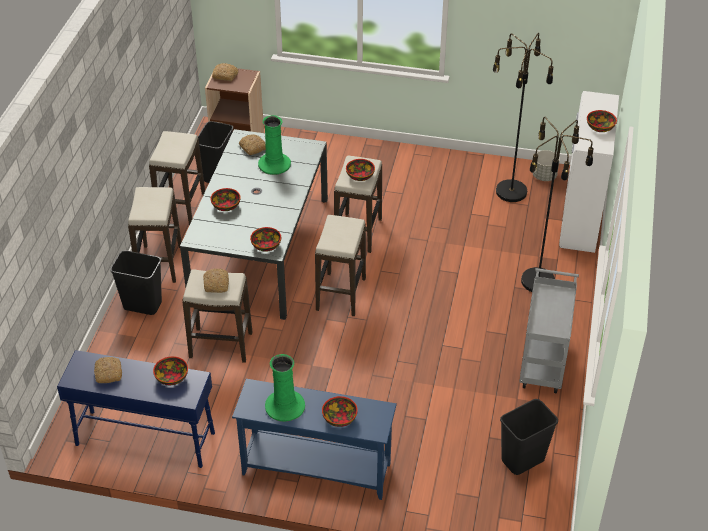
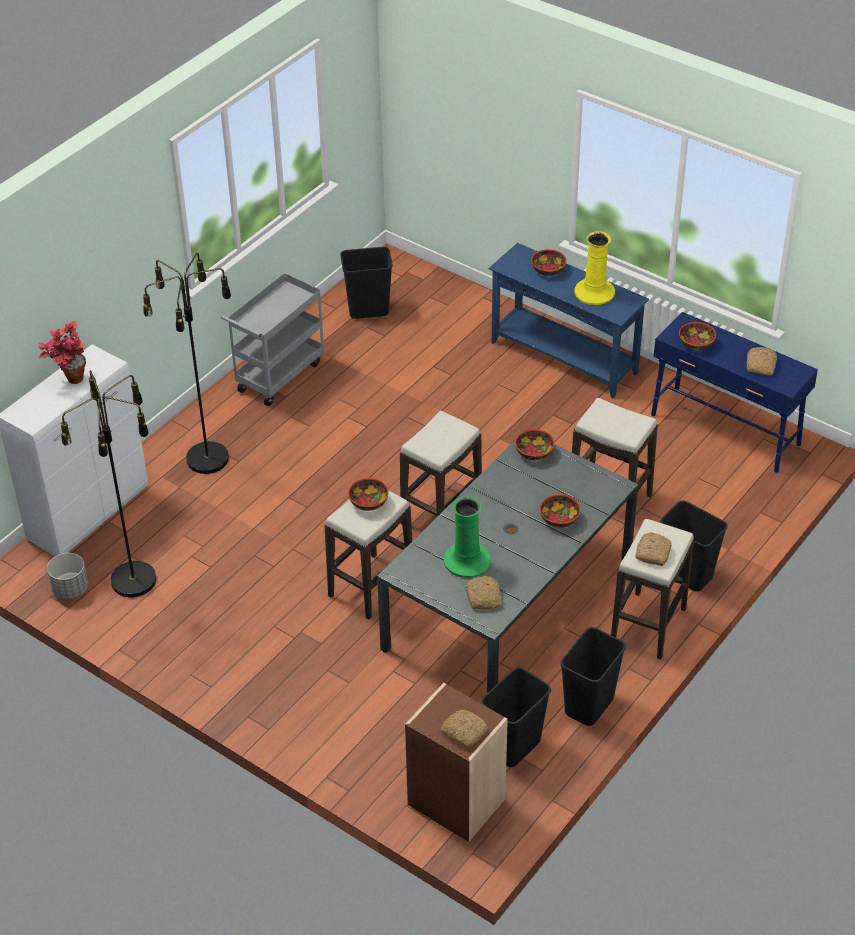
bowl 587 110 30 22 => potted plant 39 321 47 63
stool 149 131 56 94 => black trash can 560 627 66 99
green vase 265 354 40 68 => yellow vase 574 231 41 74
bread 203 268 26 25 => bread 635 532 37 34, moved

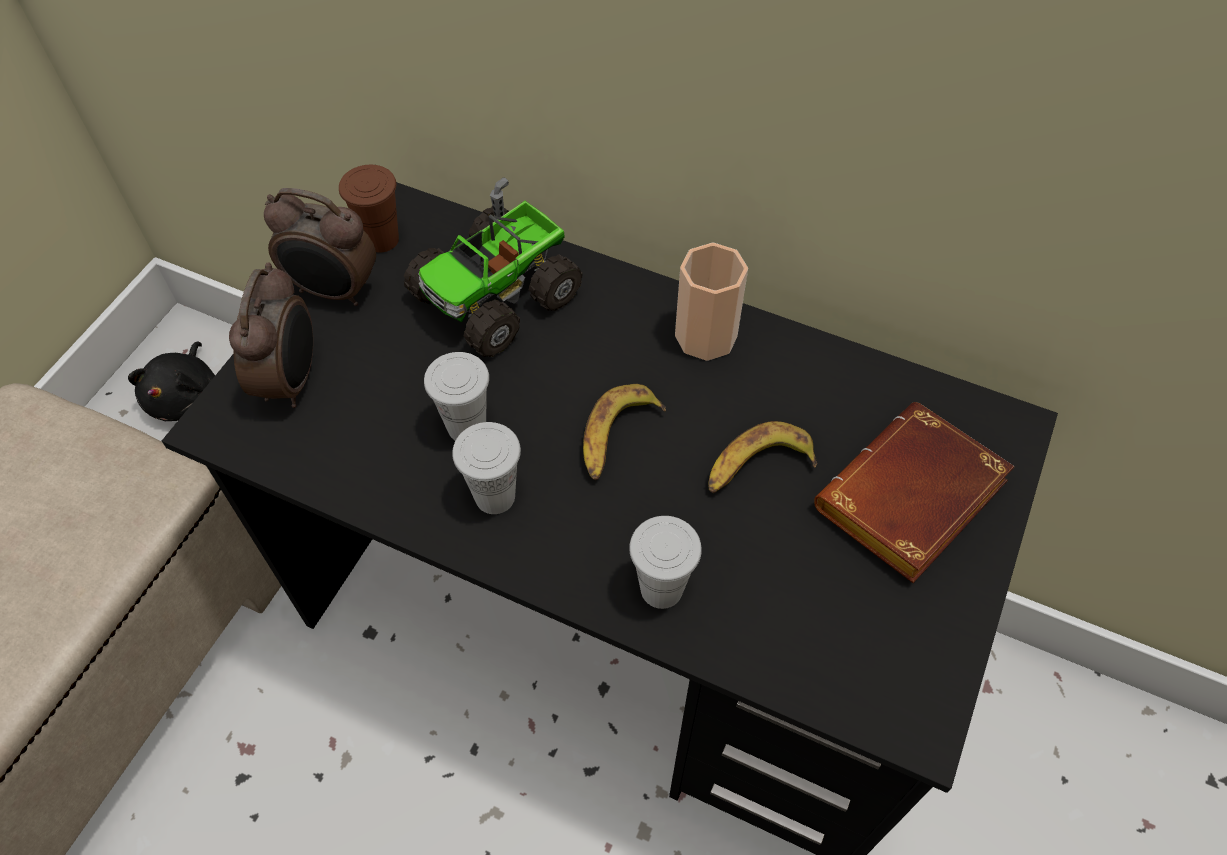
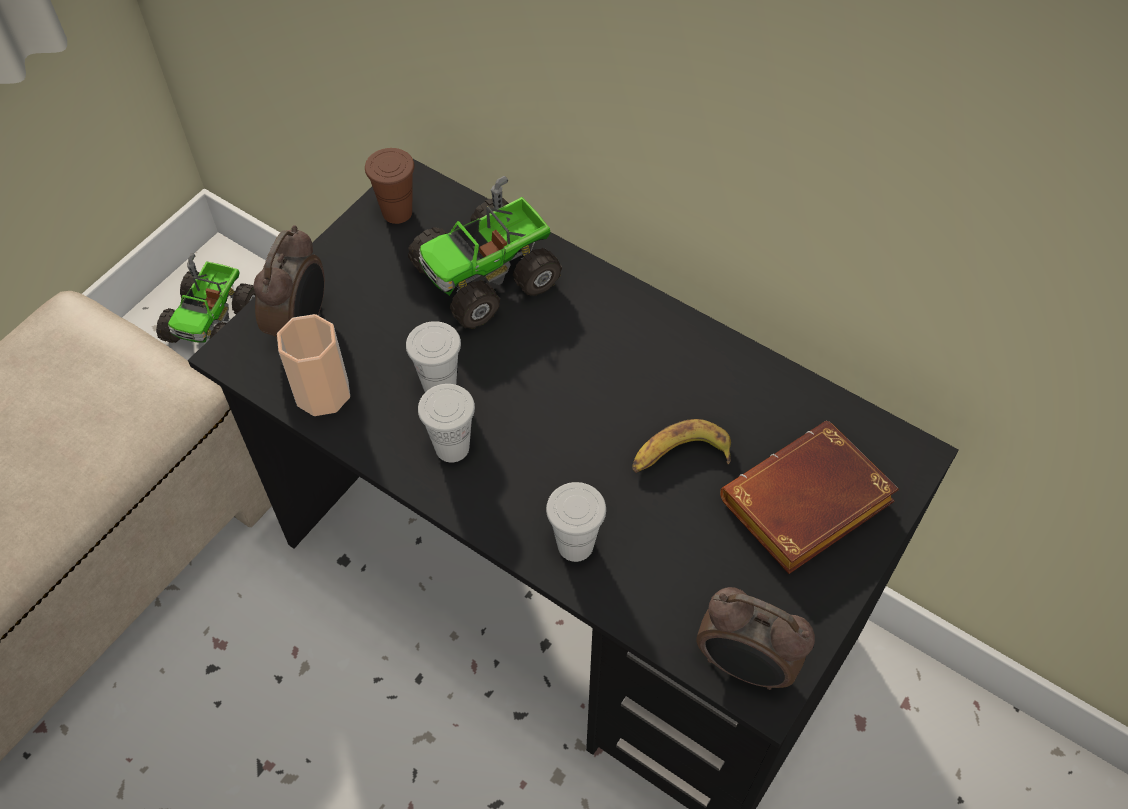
black plush toy 128 341 87 80 => toy truck 156 253 100 90
cup 675 243 73 118 => cup 277 314 73 102, moved
alarm clock 264 188 112 118 => alarm clock 696 587 119 103, moved
banana 583 384 83 96 => nothing

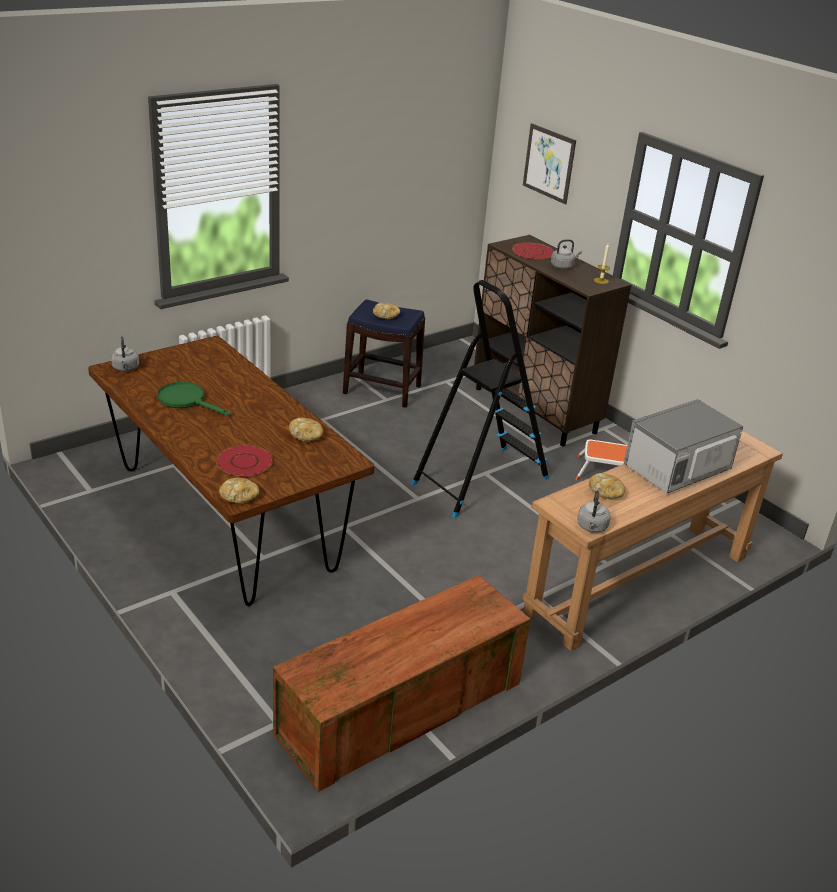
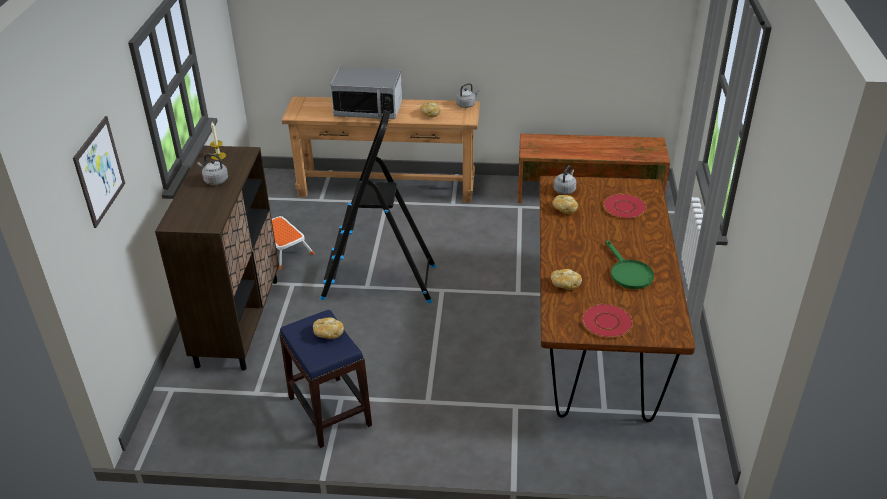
bread 219 478 40 26 => bread 551 269 31 20, moved
grey kettle 111 336 28 36 => grey kettle 553 165 24 29, moved
red plate 512 243 42 17 => red plate 582 304 51 34, moved

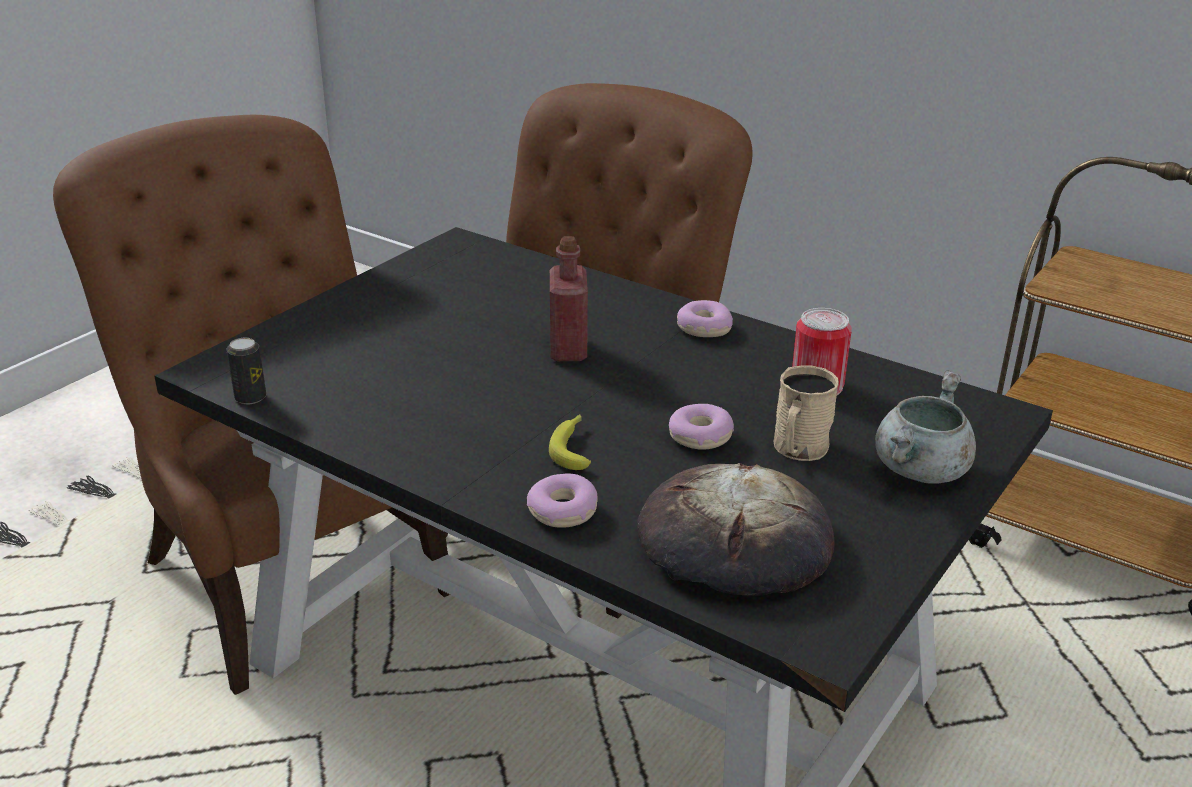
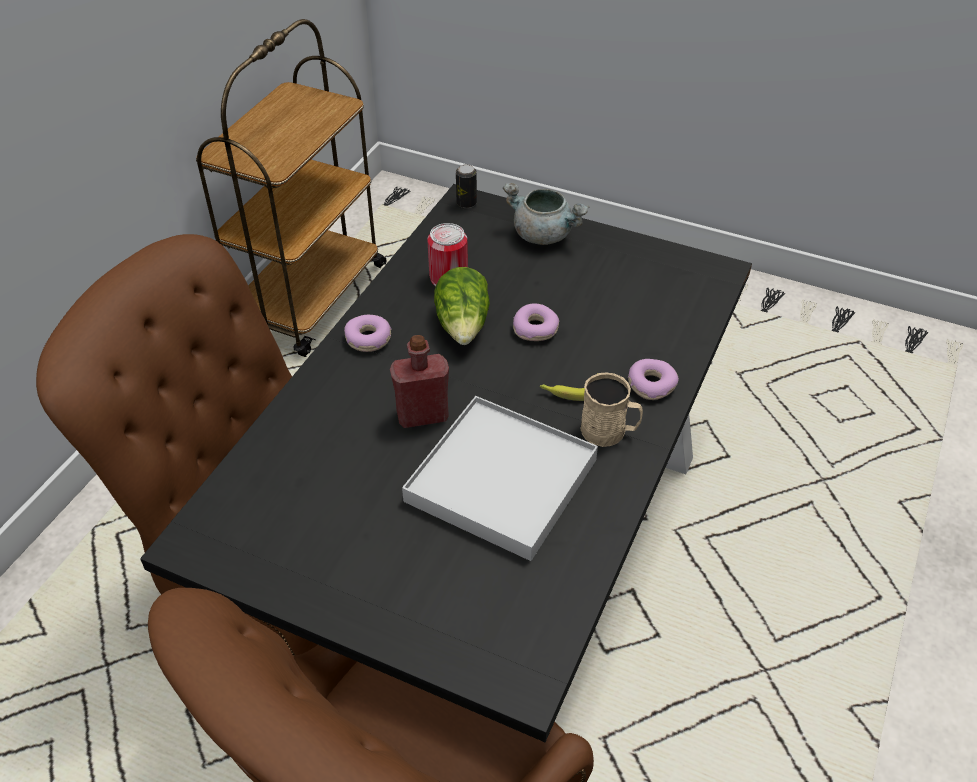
nothing => white tray 402 396 196 165
nothing => lettuce 434 267 56 78
can 226 338 40 66 => can 456 164 21 44, moved
beige mug 774 365 65 96 => beige mug 580 372 63 75, moved
bread 637 463 197 133 => nothing

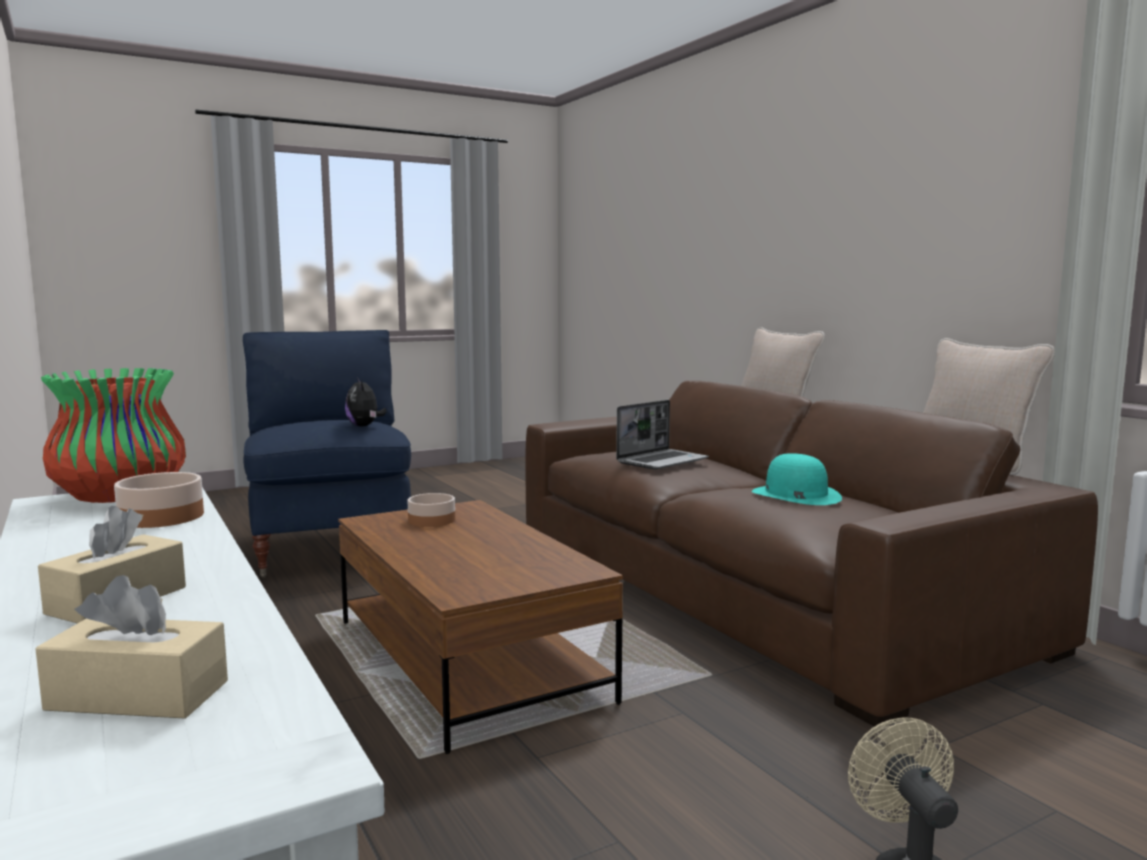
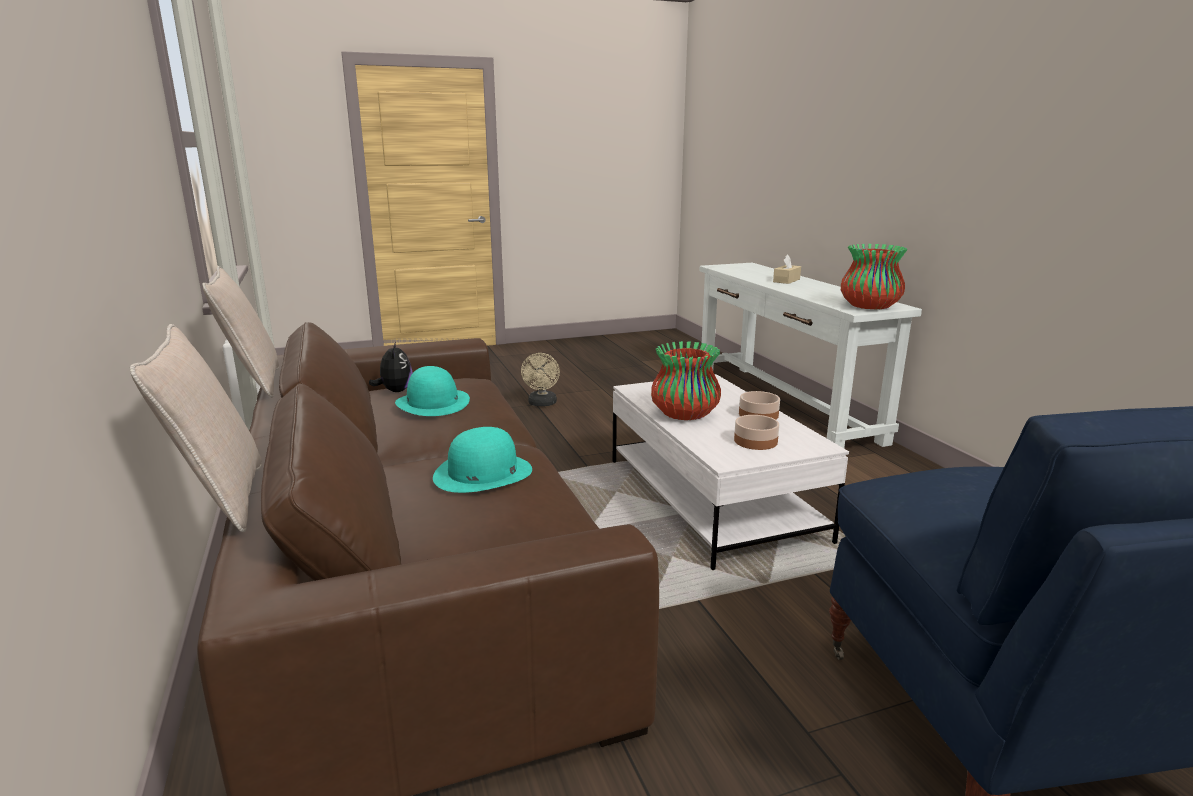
plush toy 345 377 42 50 => plush toy 369 341 44 51, moved
laptop 616 400 93 70 => turquoise hat 433 427 99 66
brown coffee table 338 500 285 254 => white coffee table 613 374 236 196
nothing => vase 651 341 70 80
bowl 114 472 90 56 => bowl 739 391 41 29, moved
beige tissue box 35 575 193 144 => nothing

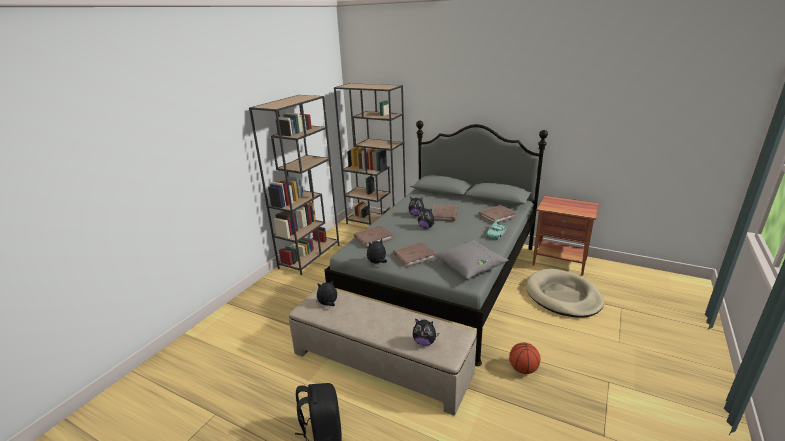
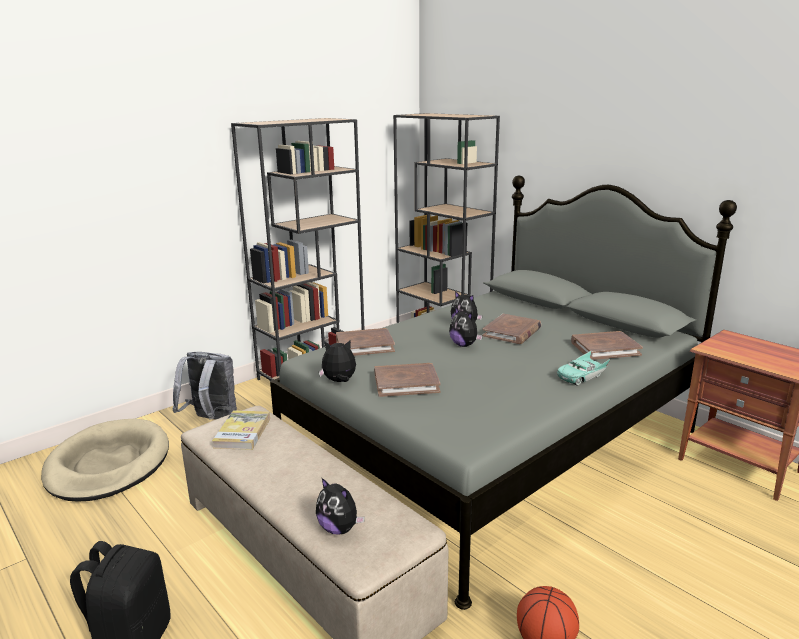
beige dog bed 526 268 78 50 => beige dog bed 41 418 128 84, moved
nothing => grey backpack 173 352 64 68
plush toy 316 281 21 25 => book 212 410 58 40
grey pillow 435 240 73 39 => nothing

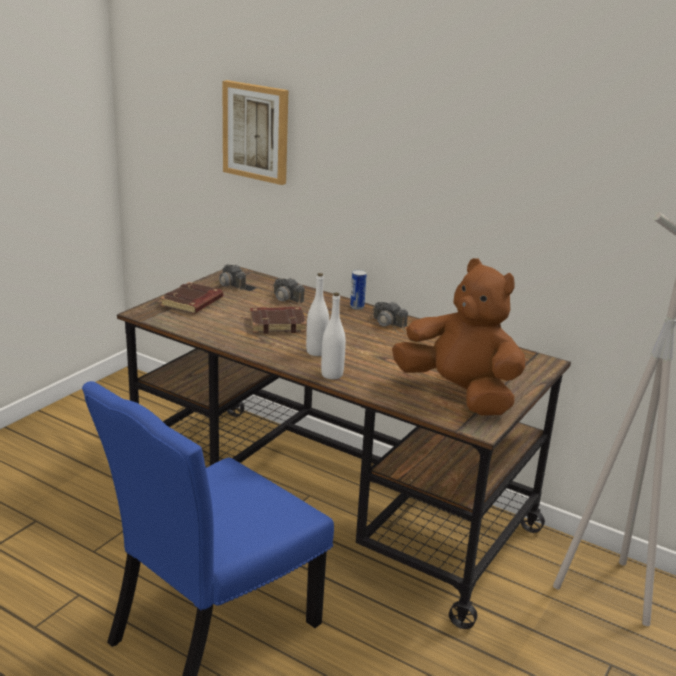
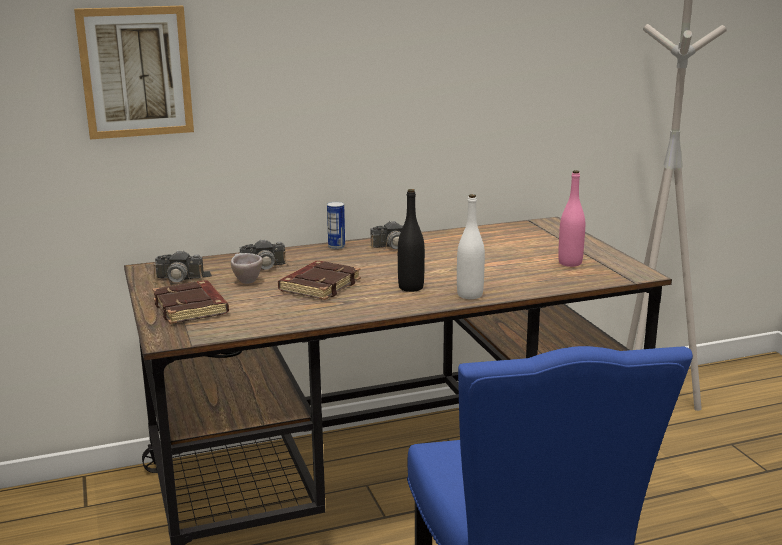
nothing => beige cup 231 253 32 31
white bottle 306 273 23 83 => black bottle 398 189 27 103
brown plush toy 392 258 133 157 => pink bottle 558 170 27 97

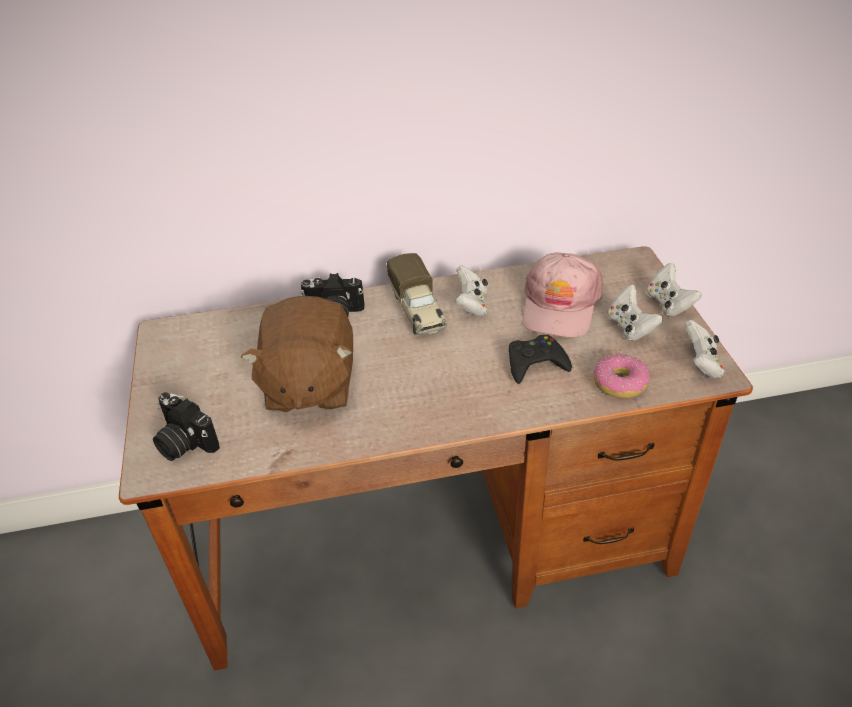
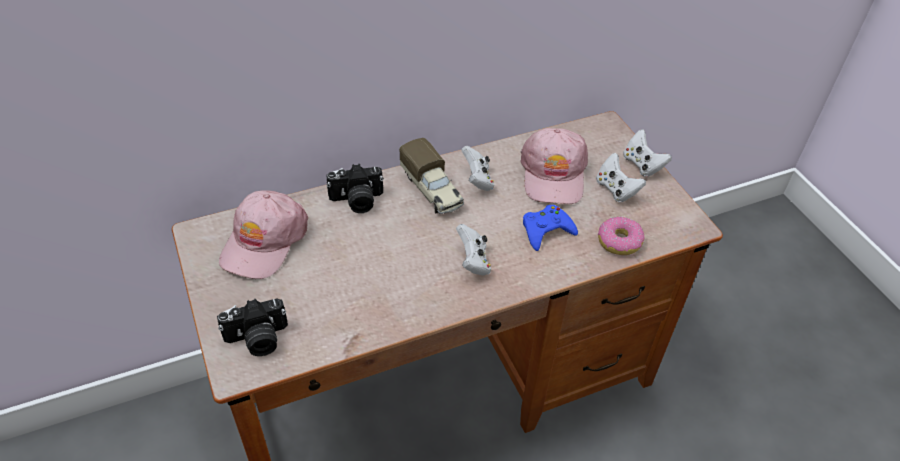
photo camera 153 392 67 69 => photo camera 217 298 71 58, 45 degrees counterclockwise
nothing => pink cap 219 190 89 89
white game controller 684 320 40 58 => white game controller 456 224 35 52, moved
black game controller 509 335 63 49 => blue game controller 523 205 55 46
brown plush toy 241 295 112 118 => nothing

